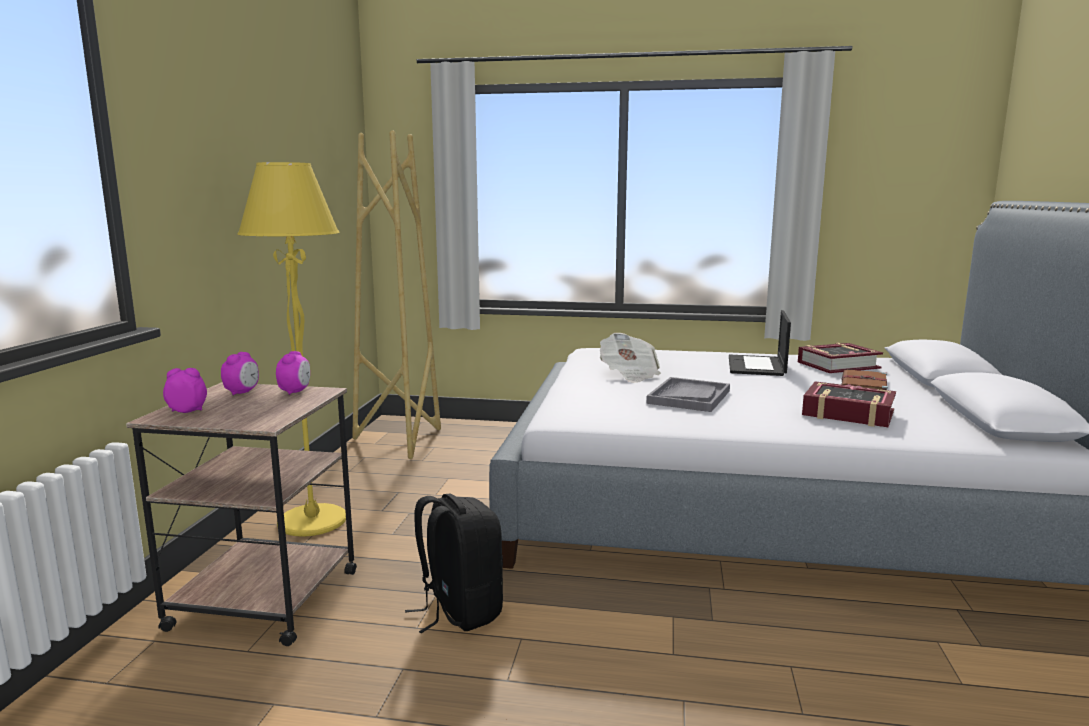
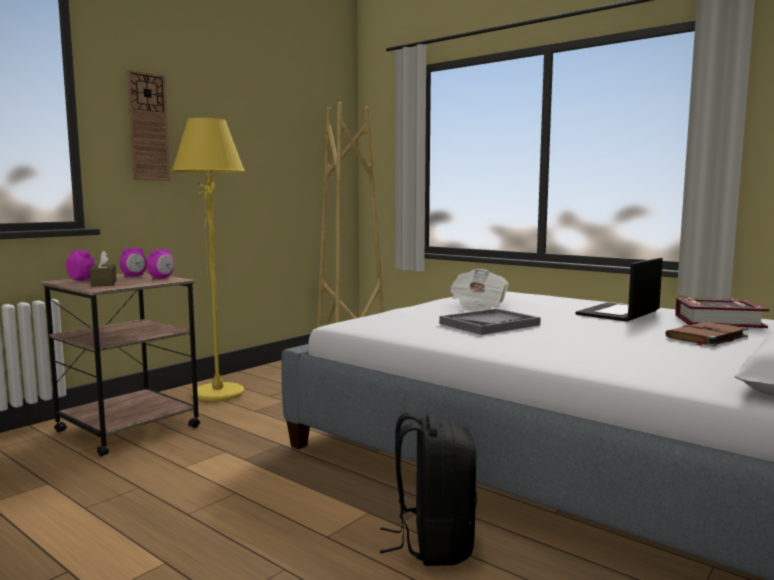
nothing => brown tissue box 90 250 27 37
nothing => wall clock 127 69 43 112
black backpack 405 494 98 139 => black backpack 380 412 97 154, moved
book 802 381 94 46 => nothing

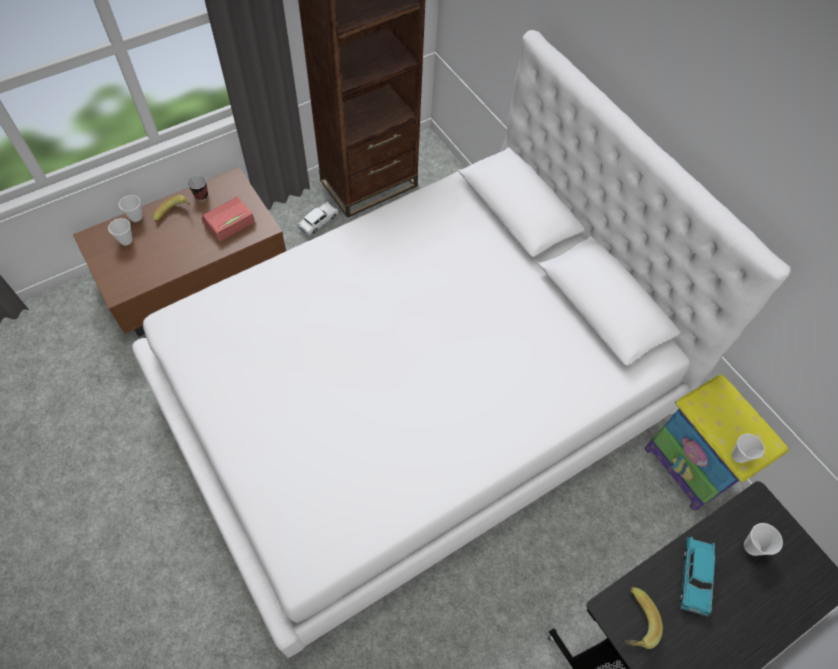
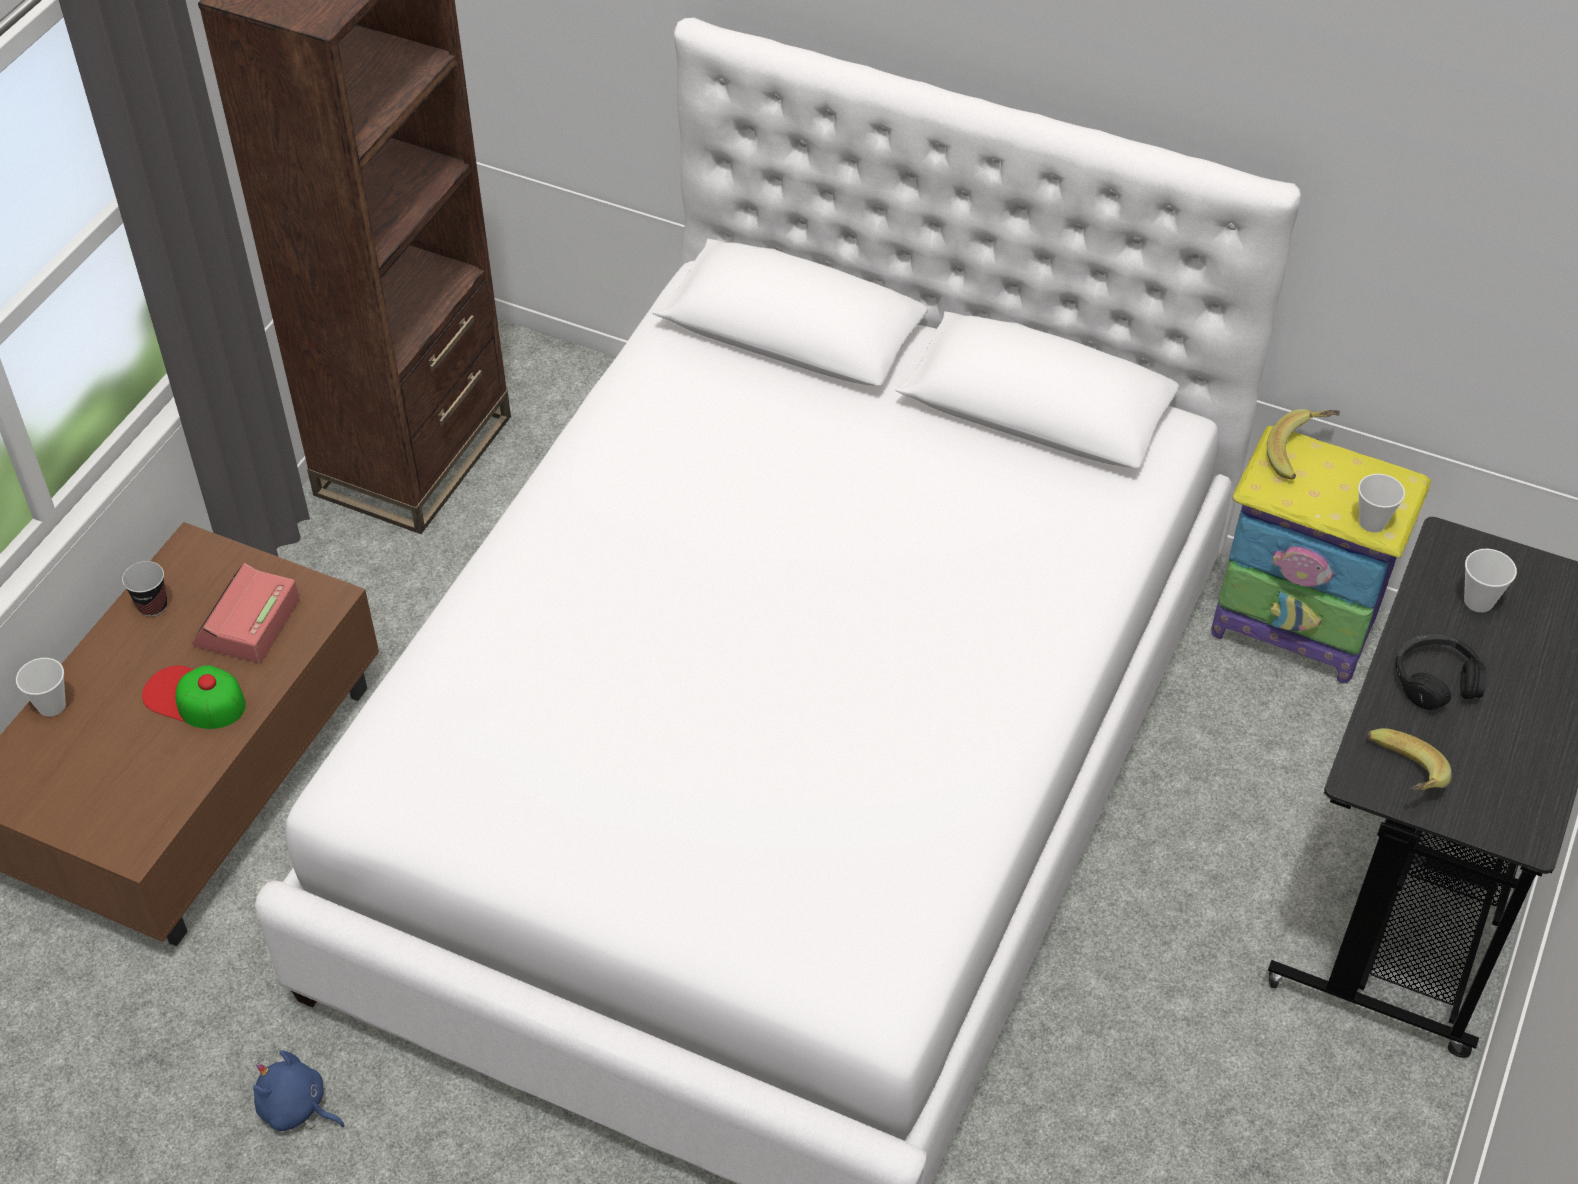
nothing => cap 142 665 104 64
nothing => blue plush toy 253 1050 91 81
banana 153 195 37 27 => banana 1267 409 73 71, moved
turquoise toy car 680 537 35 80 => black headphones 1396 633 90 77
cup 108 218 25 27 => nothing
white toy car 298 202 41 34 => nothing

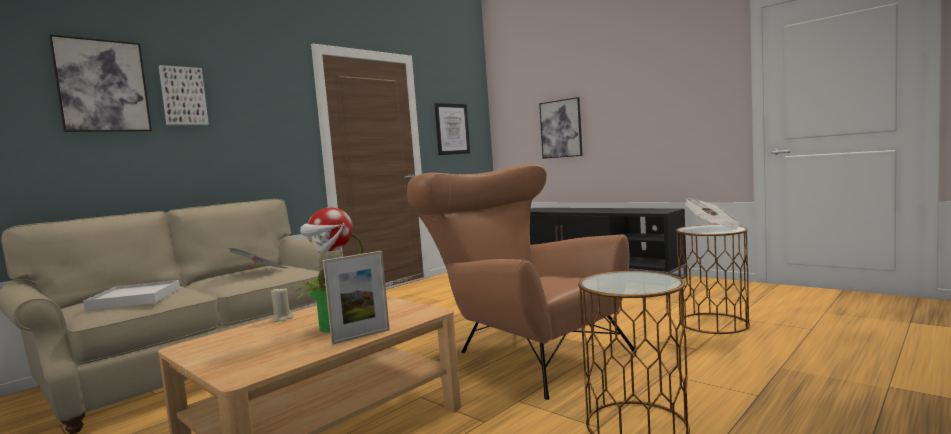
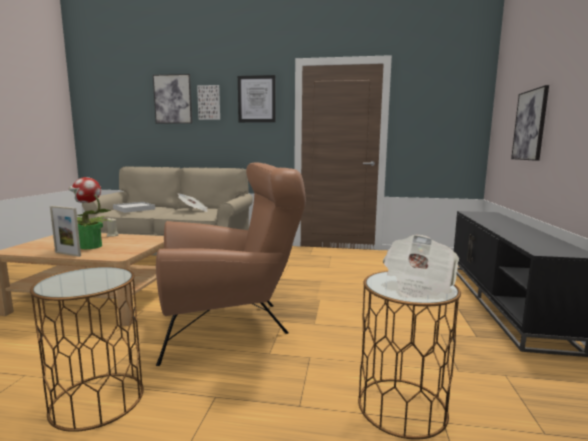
brown armchair 407 164 230 236 => brown armchair 156 162 150 204, 60 degrees clockwise
picture 434 103 36 52 => picture 238 75 38 48, moved

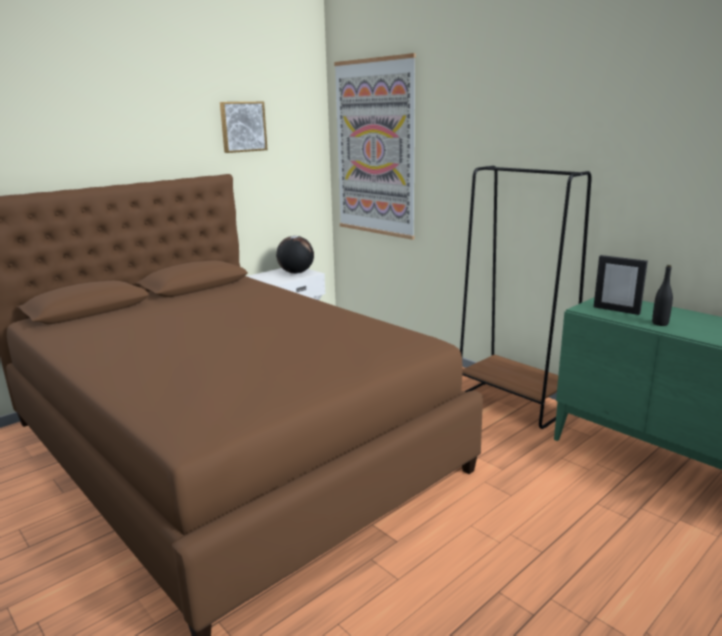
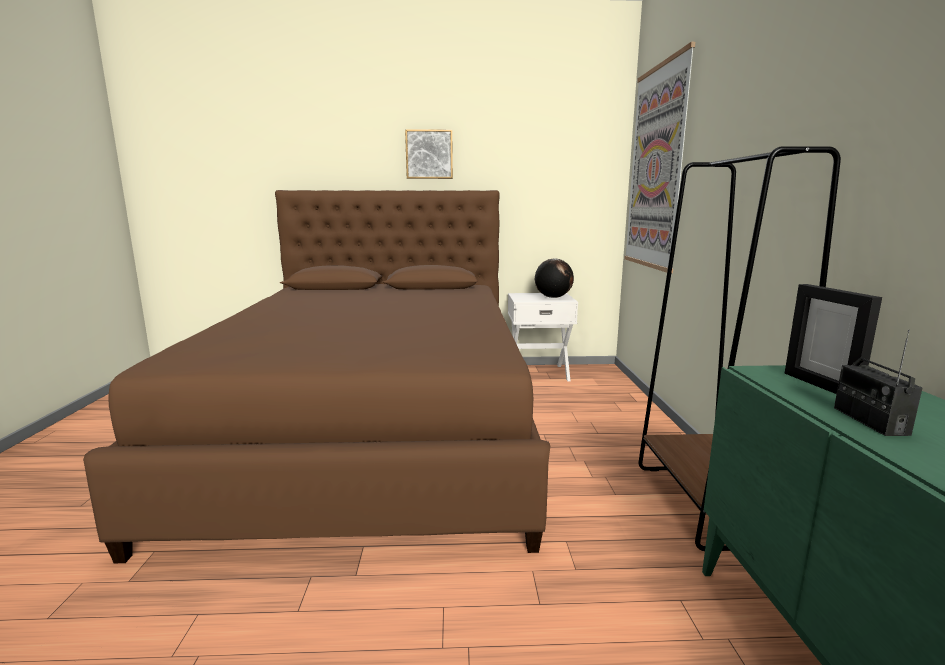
picture 220 102 47 51 => picture 405 129 48 50, moved
black bottle 652 265 21 61 => radio 834 330 88 106

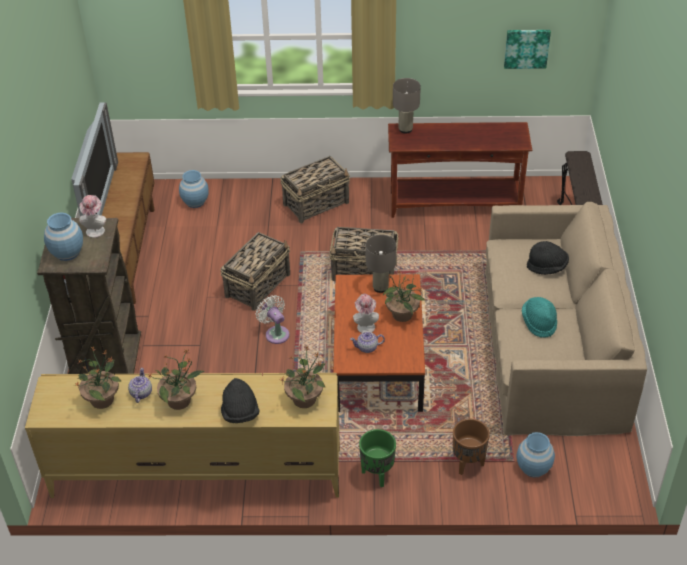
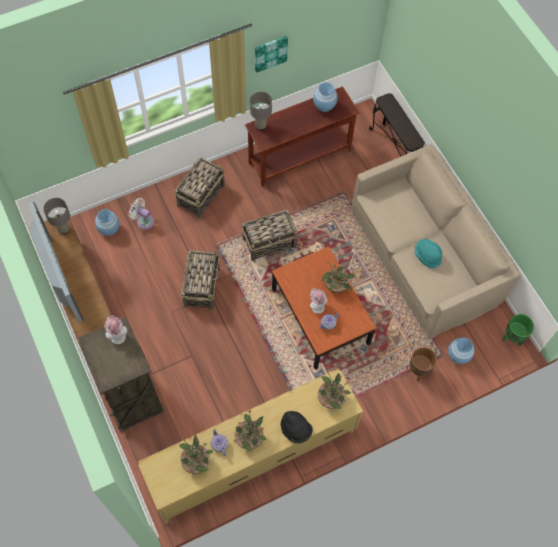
grey table lamp 366 234 30 59 => grey table lamp 43 198 27 36, moved
white fan 256 295 33 49 => white fan 129 198 25 32, moved
picture 504 30 47 39 => picture 255 36 33 37, moved
blue vase 44 212 39 49 => blue vase 313 82 25 30, moved
green planter 359 429 37 58 => green planter 502 314 32 32, moved
black hat 527 241 42 34 => nothing

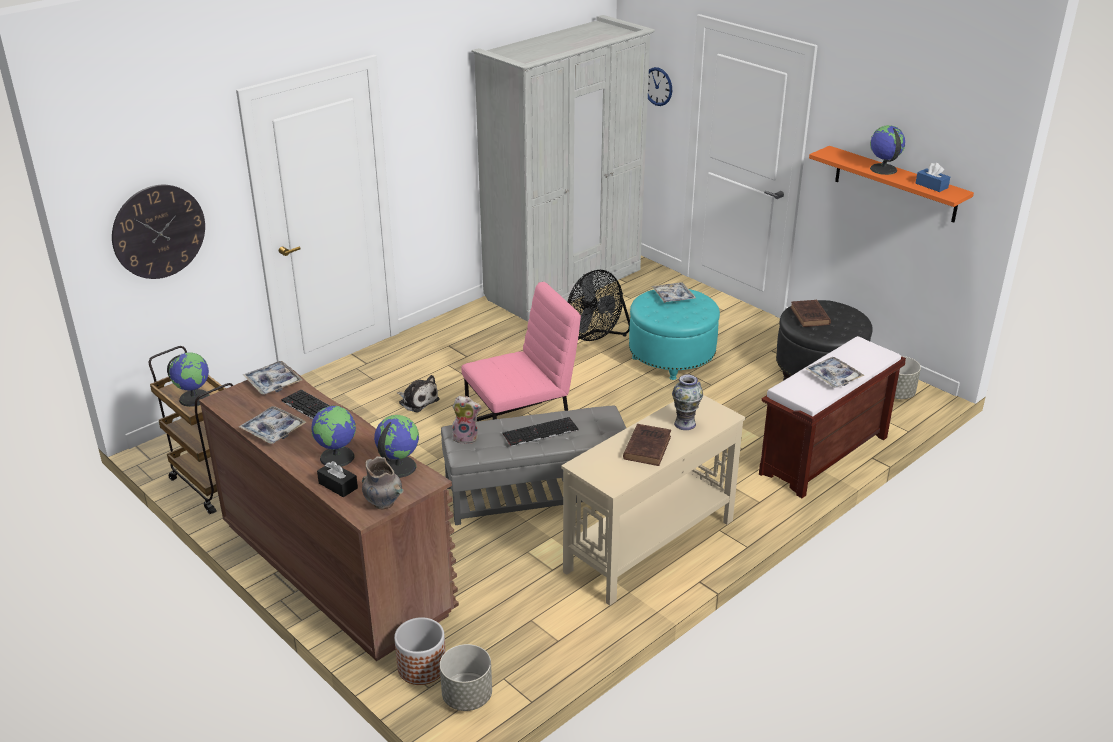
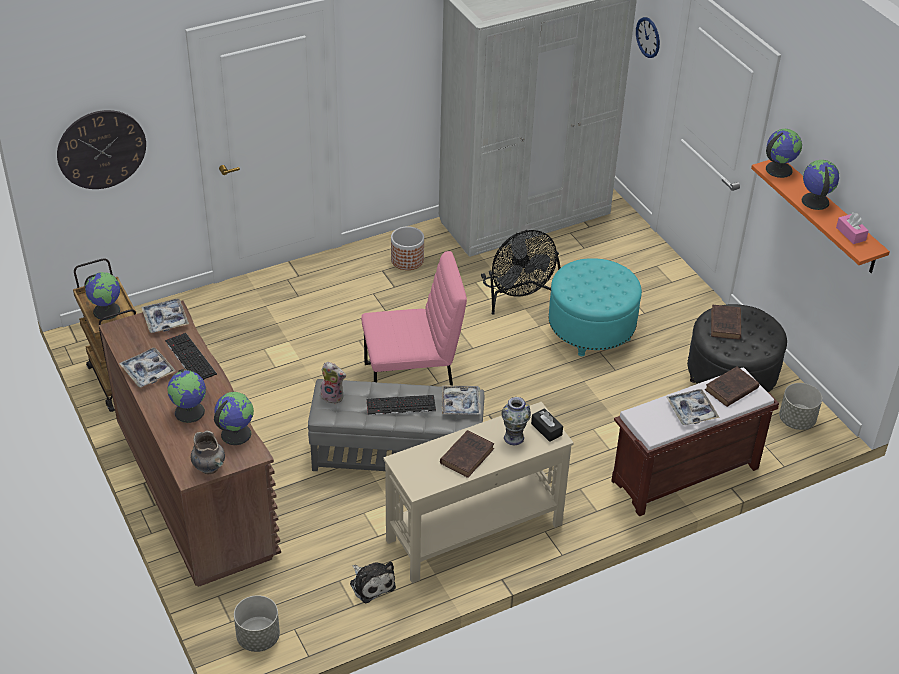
plush toy 397 375 43 38 => plush toy 350 562 46 41, moved
planter 394 617 52 68 => planter 391 226 33 44, moved
tray 652 282 44 21 => tray 442 385 39 30, moved
black tissue box 317 461 41 36 => black tissue box 531 408 32 34, moved
nothing => brown book 705 367 54 40
nothing => globe 766 129 36 49
blue tissue box 916 163 34 29 => pink tissue box 836 213 33 31

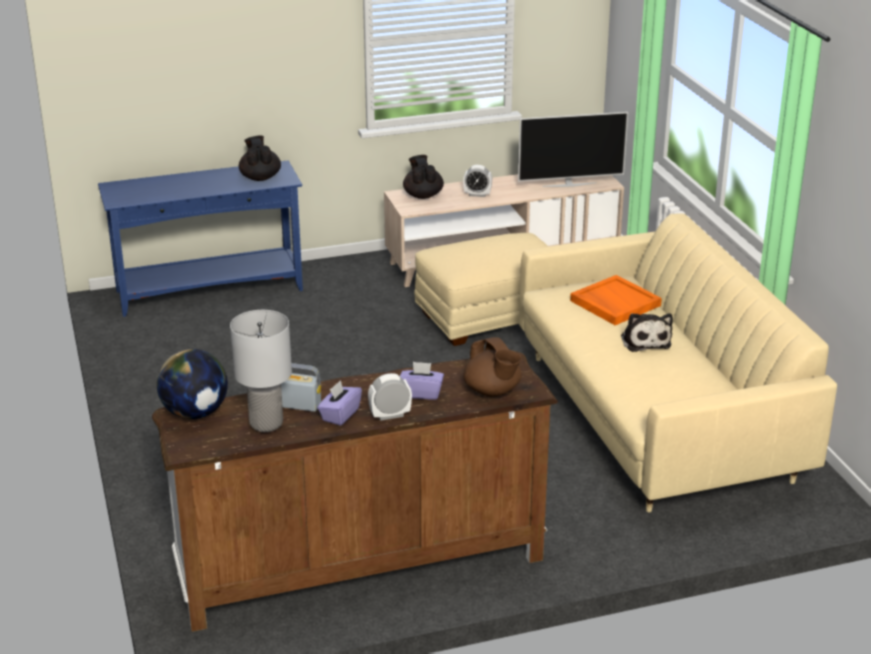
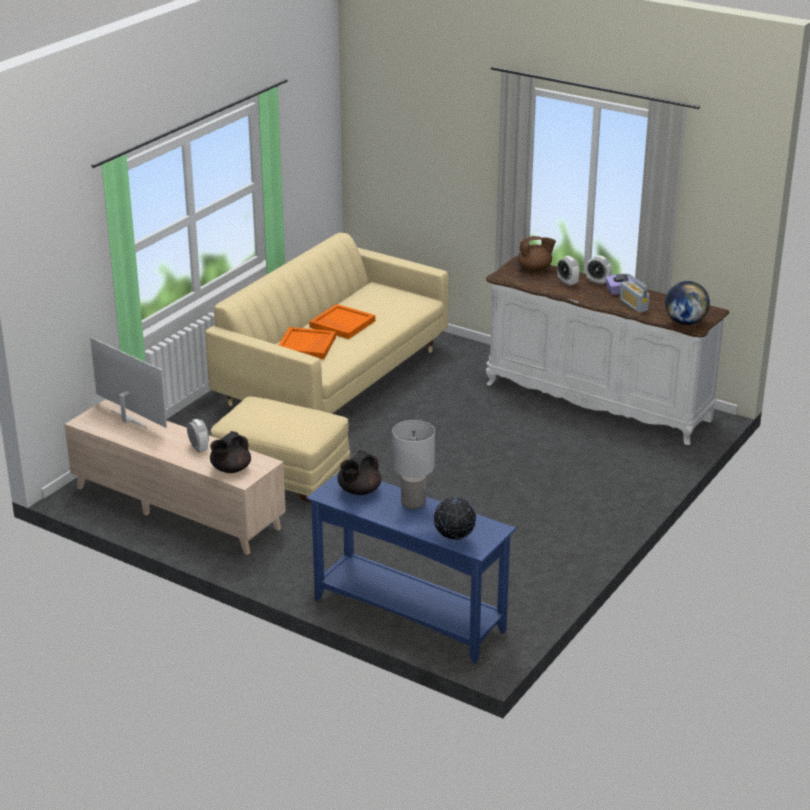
plush toy 621 313 52 39 => orange tray 309 304 66 35
grey table lamp 230 310 62 122 => grey table lamp 392 420 43 90, moved
nothing => globe 434 496 42 45
brown teapot 463 337 59 59 => brown teapot 517 236 39 36, 60 degrees clockwise
purple tissue box 400 362 44 38 => alarm clock 557 256 23 30

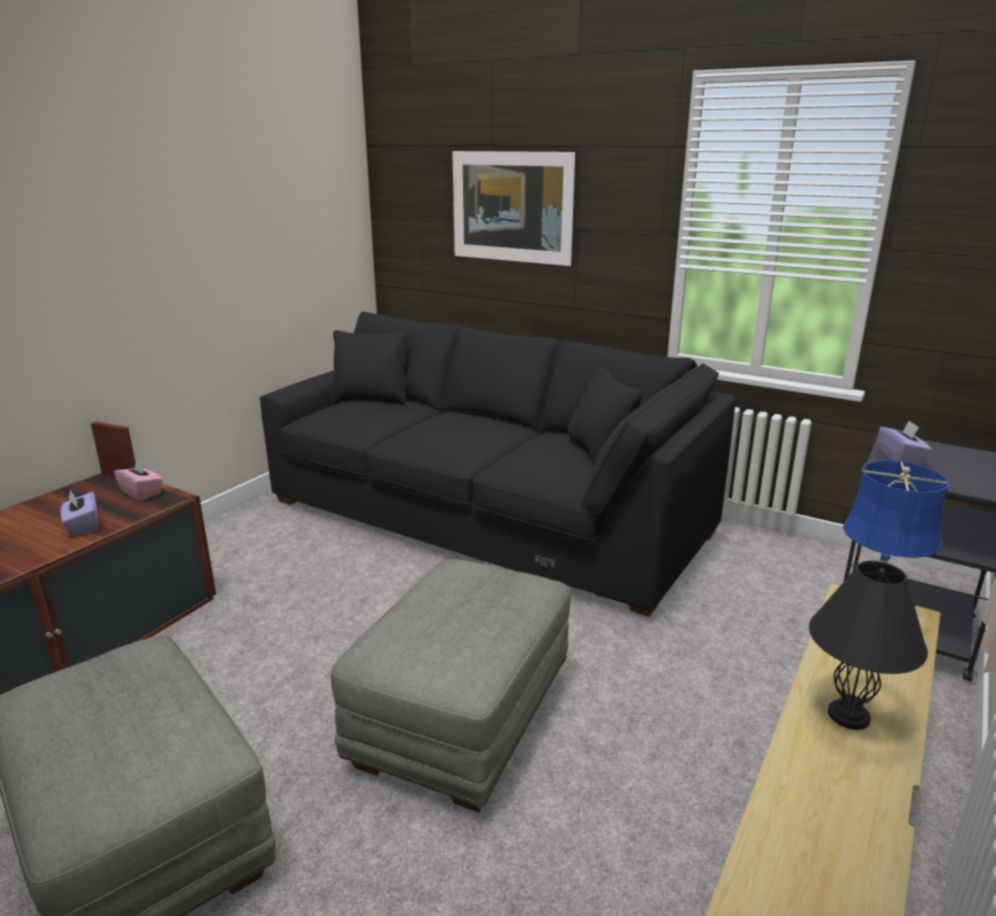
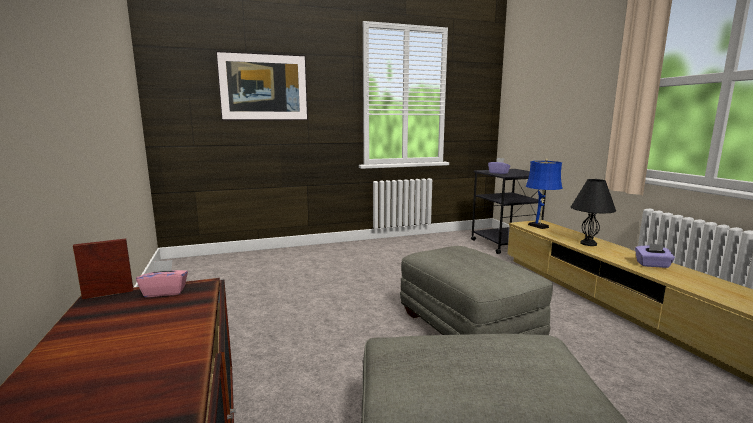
purple tissue box 61 490 37 46 => purple tissue box 635 243 40 25, moved
black sofa 259 311 477 306 => nothing

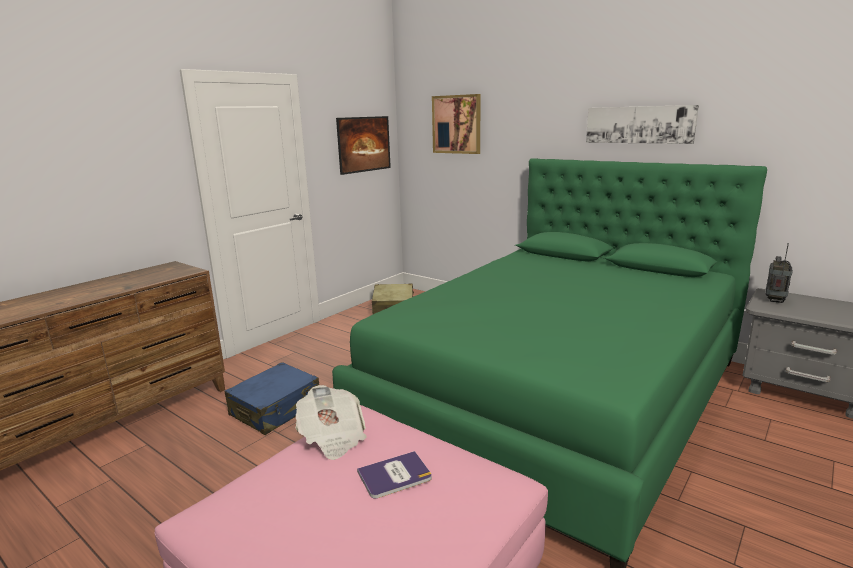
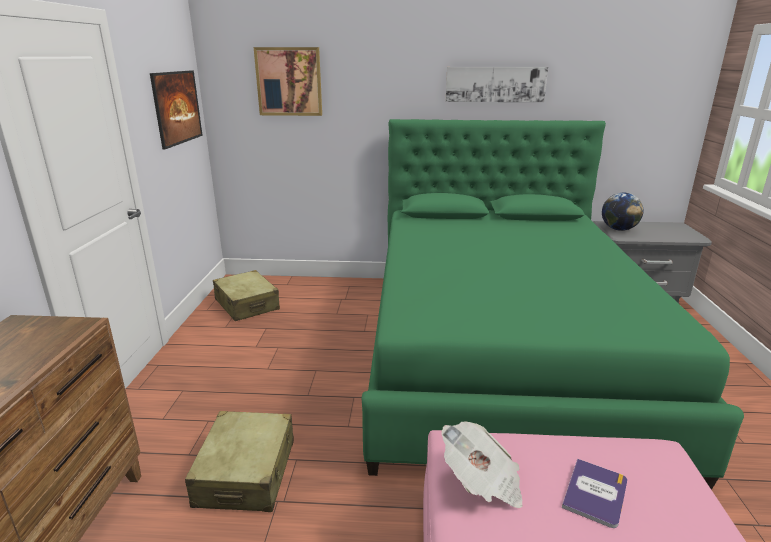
blue suitcase 225 362 94 73 => beige suitcase 185 411 109 101
radio 766 243 27 60 => globe 602 193 41 38

